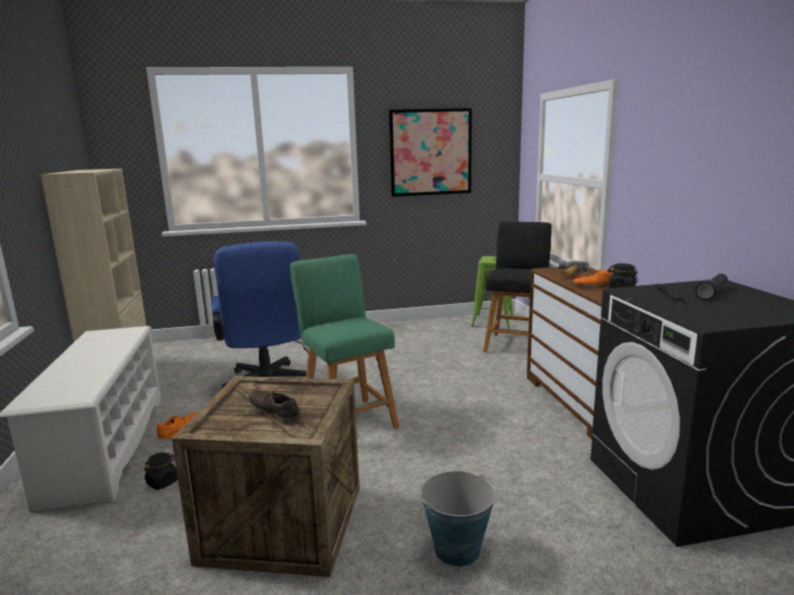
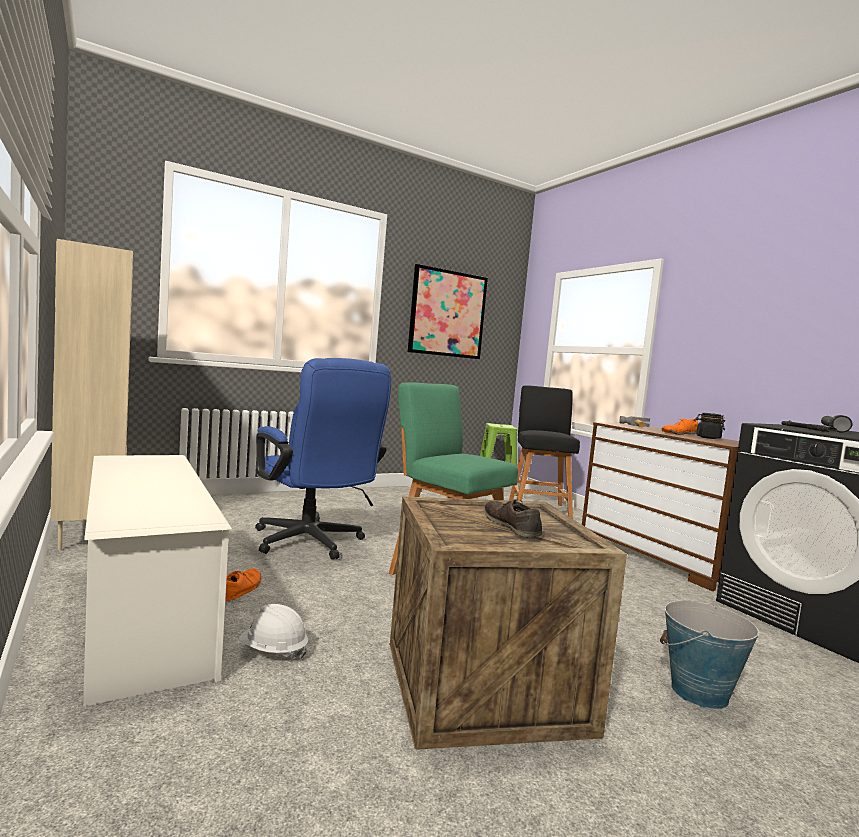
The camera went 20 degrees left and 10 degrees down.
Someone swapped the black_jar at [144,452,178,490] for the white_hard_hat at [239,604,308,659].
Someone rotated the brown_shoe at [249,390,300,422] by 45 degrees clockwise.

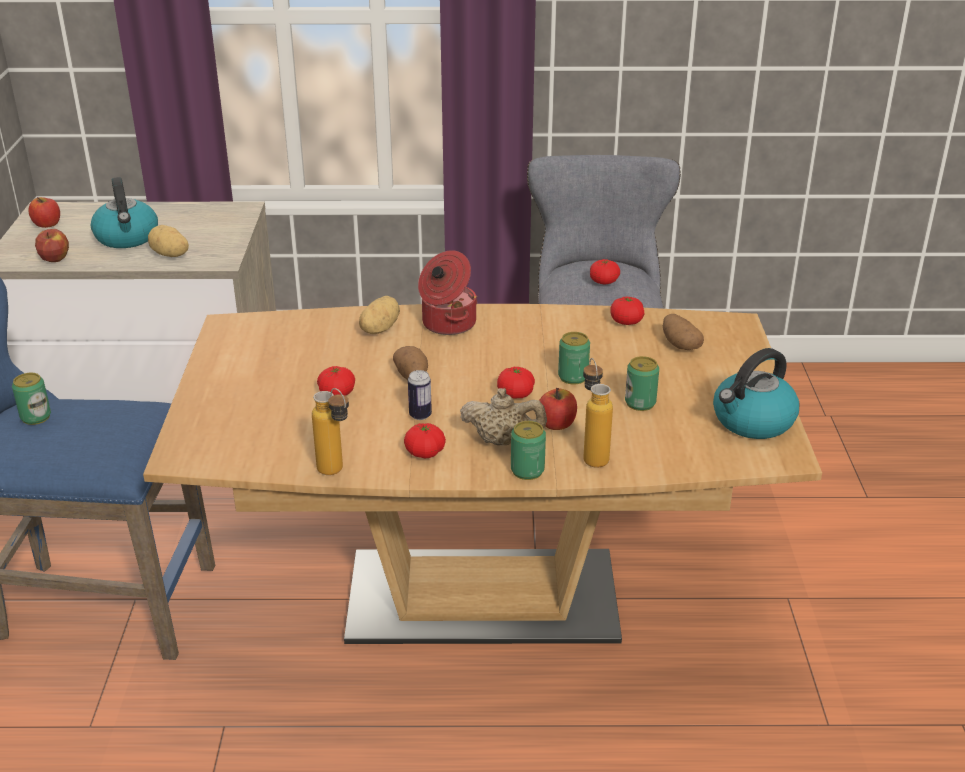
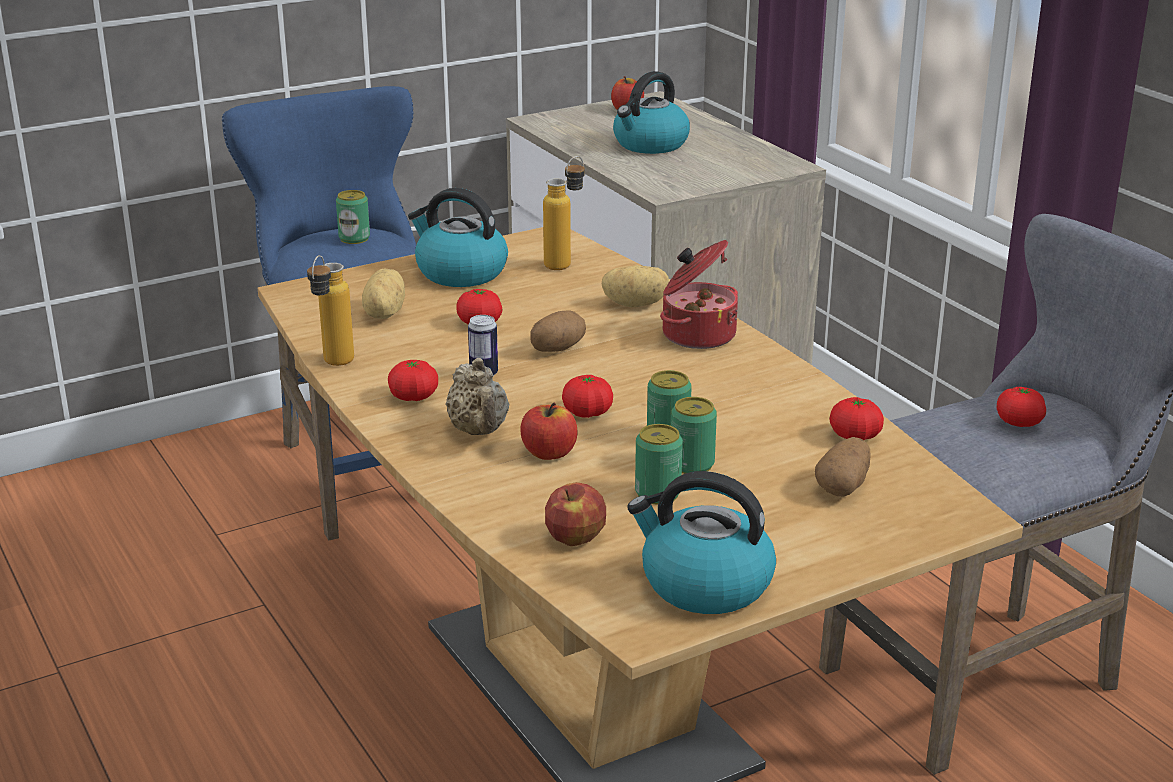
The camera went 60 degrees right and 5 degrees down.
Someone put down the kettle at [408,188,508,287].
Someone carried the apple from [35,229,69,262] to [545,482,606,546].
Someone carried the potato from [148,225,189,257] to [362,268,405,319].
Someone carried the can from [511,421,546,480] to [671,397,717,474].
Someone carried the bottle from [583,358,613,468] to [543,156,585,270].

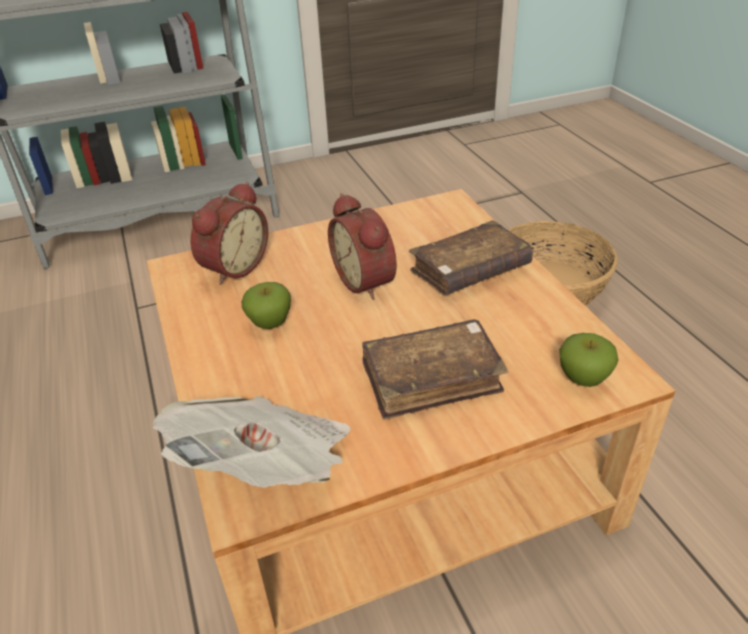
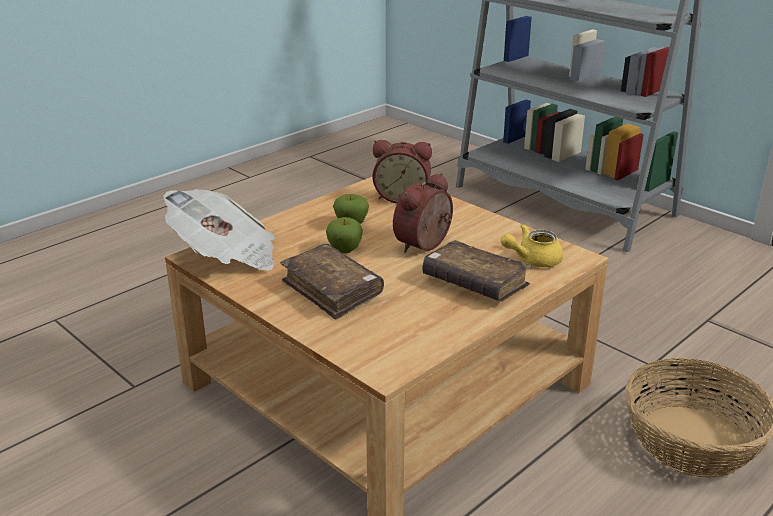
The camera went 65 degrees right and 10 degrees down.
Someone put down the yellow_teapot at [501,224,563,267].
Someone carried the apple from [559,333,619,387] to [326,217,363,253].

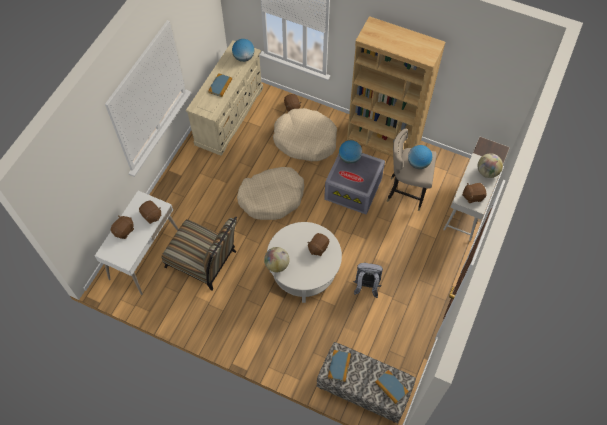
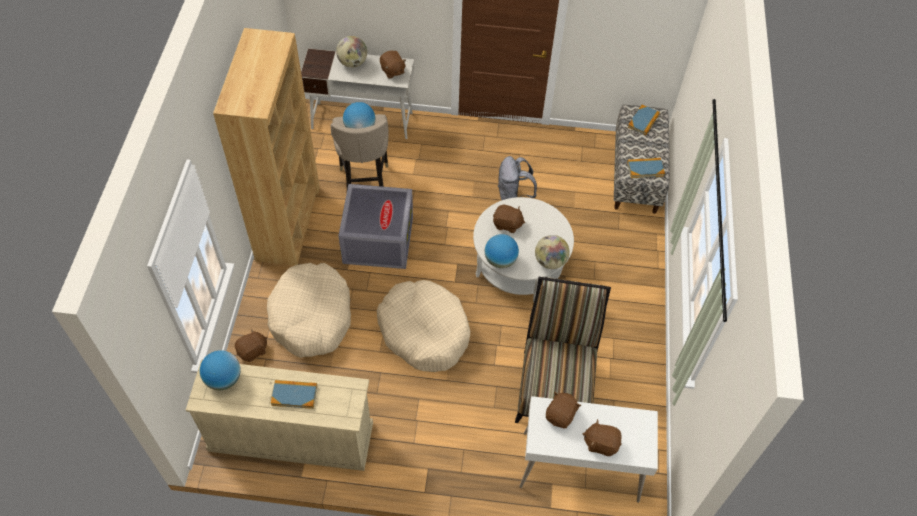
The camera went 110 degrees left and 5 degrees down.
Someone carried the globe from [339,140,362,164] to [485,234,519,268].

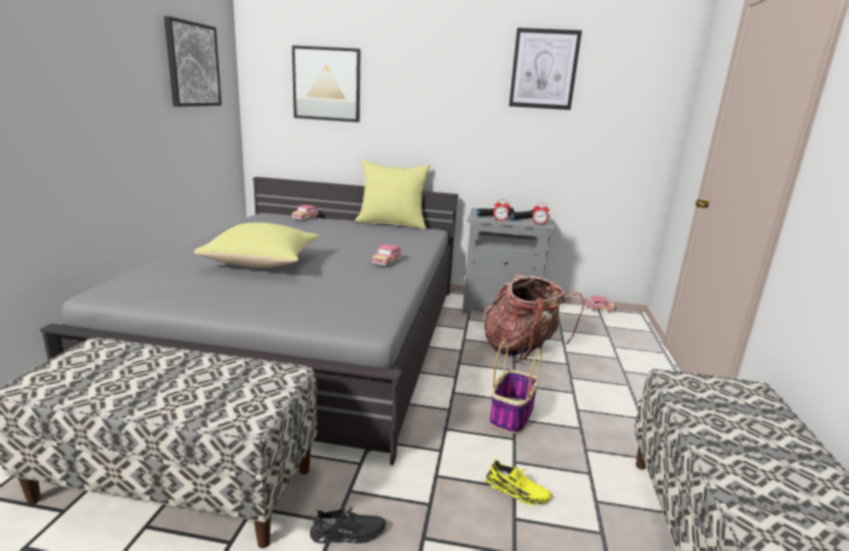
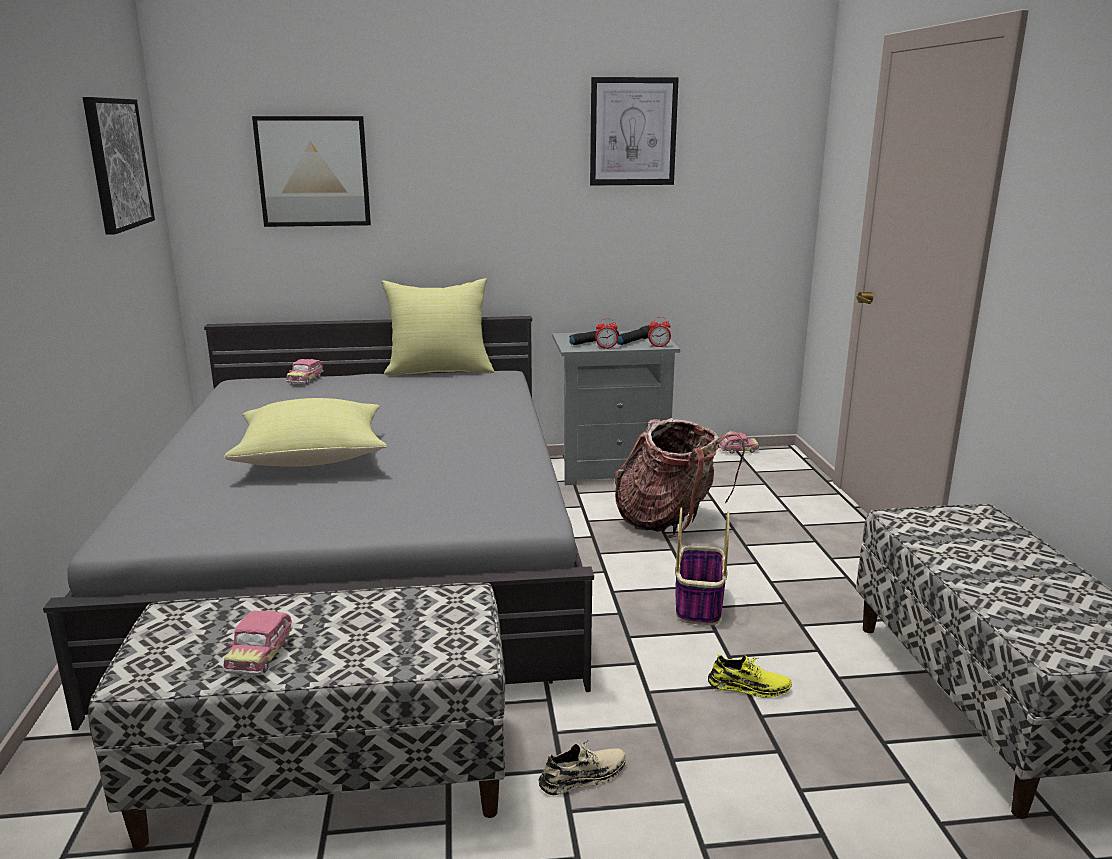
The camera went 15 degrees left and 0 degrees up.
Someone carried the toy_car from [372,244,401,267] to [224,610,292,675].
Someone repainted the black_shoe at [310,506,386,544], which became the beige_shoe at [539,742,626,795].

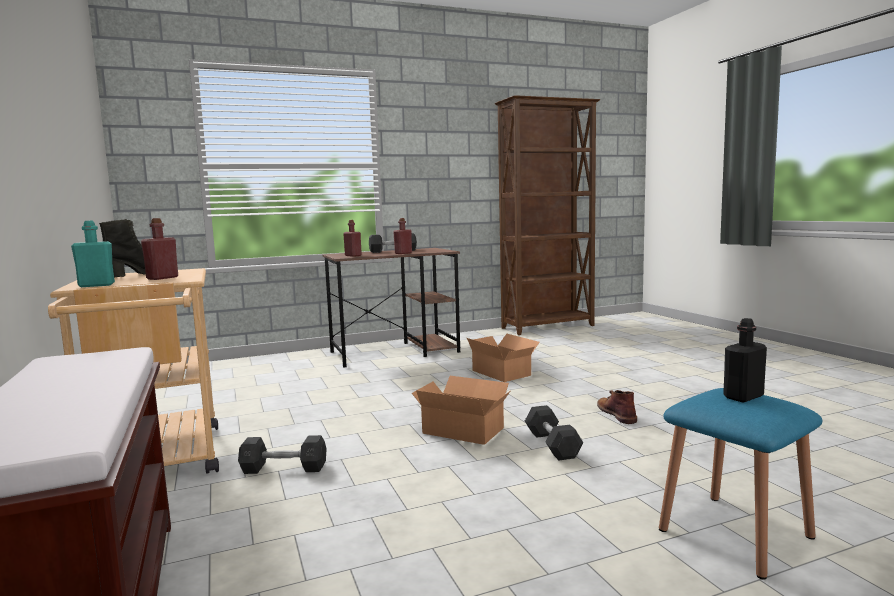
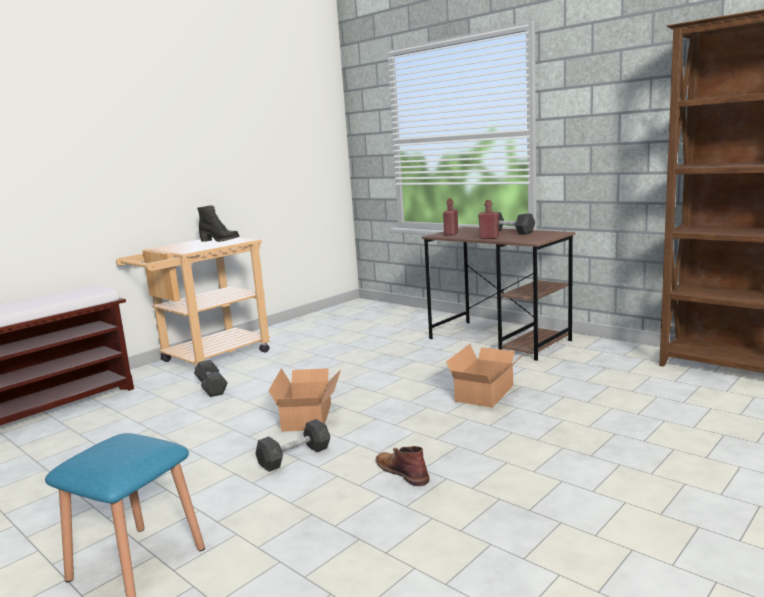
The camera went 65 degrees right and 5 degrees up.
Someone took away the turquoise_bottle at [71,220,115,287].
Someone took away the red_bottle at [141,218,178,280].
Someone took away the black_bottle at [723,318,767,402].
Someone rotated the brown_boot at [597,390,637,424] by 90 degrees counterclockwise.

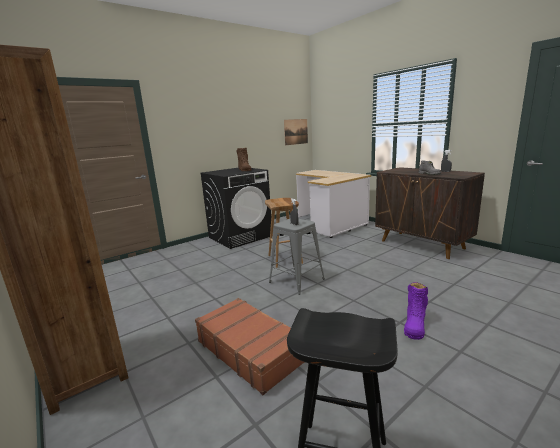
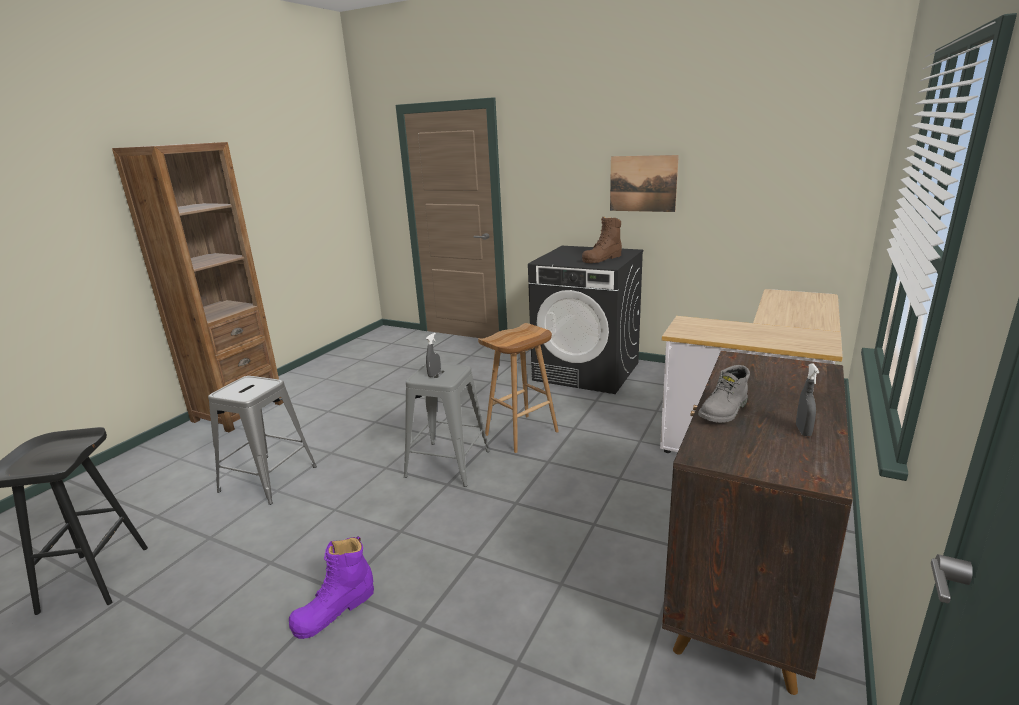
The camera went 65 degrees right and 5 degrees up.
Someone carried the picture from [284,119,308,145] to [610,155,679,212].
Someone swapped the brown_suitcase at [195,298,305,395] for the grey_stool at [208,376,317,505].
Someone rotated the purple_boot at [404,282,428,340] by 45 degrees counterclockwise.

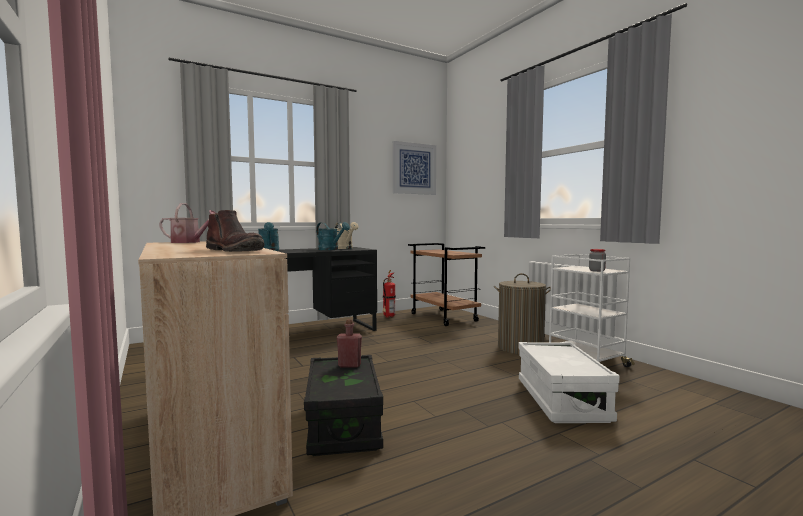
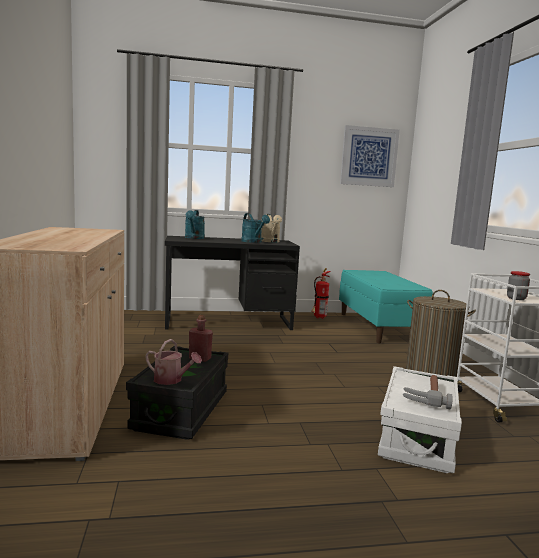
The camera went 20 degrees right and 5 degrees up.
Someone took away the brown_boot at [206,210,264,252].
Someone put down the hammer at [403,375,453,410].
Someone carried the watering_can from [159,203,216,243] to [145,339,202,385].
Someone swapped the brown_cart at [408,243,485,326] for the turquoise_bench at [339,270,433,343].

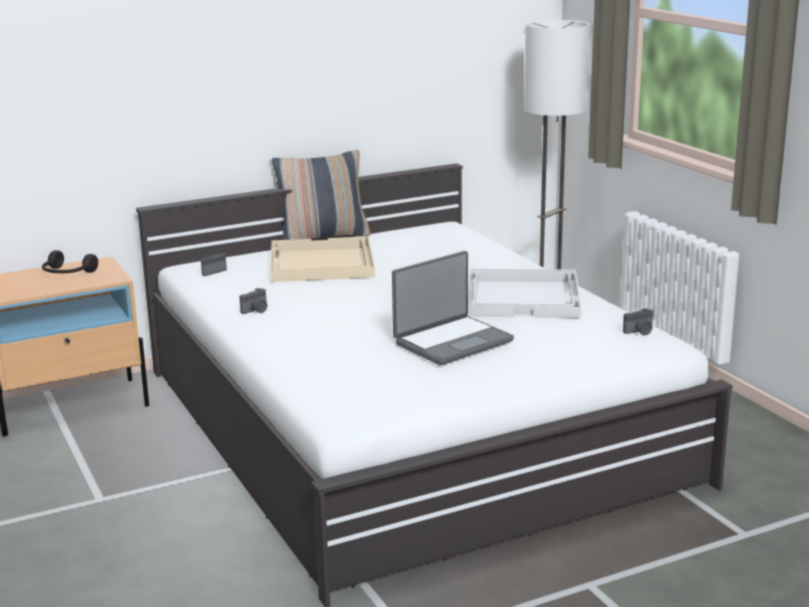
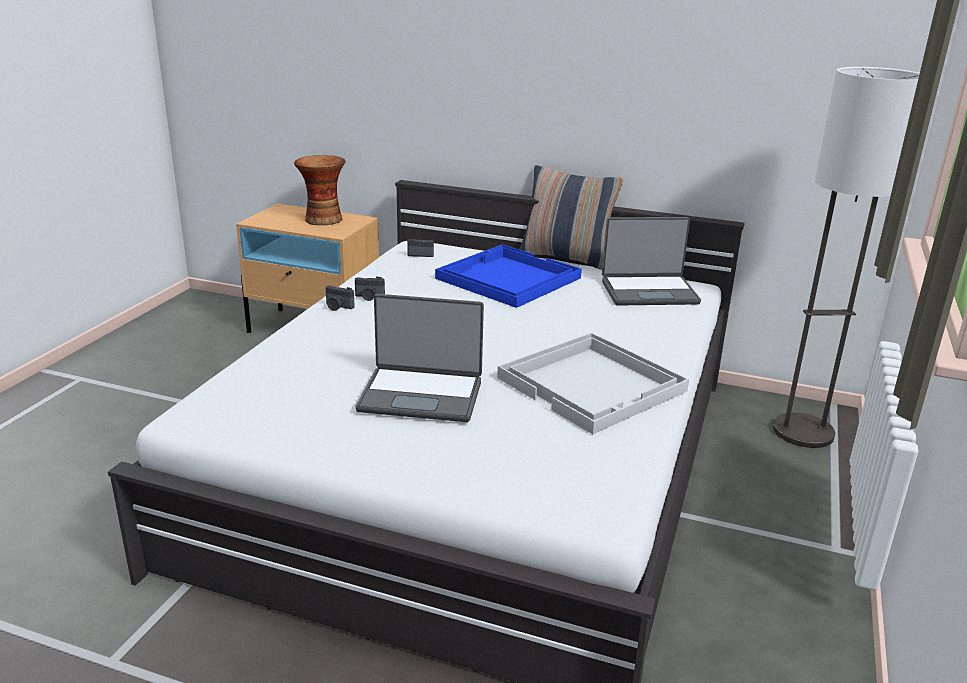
The camera went 45 degrees right and 5 degrees up.
Someone put down the laptop at [602,217,701,306].
Someone carried the photo_camera from [623,308,653,335] to [326,285,355,311].
Someone swapped the black_headphones at [42,250,98,273] for the vase at [294,155,346,226].
Someone repainted the beige_tray at [270,236,375,282], which became the blue_tray at [435,244,582,308].

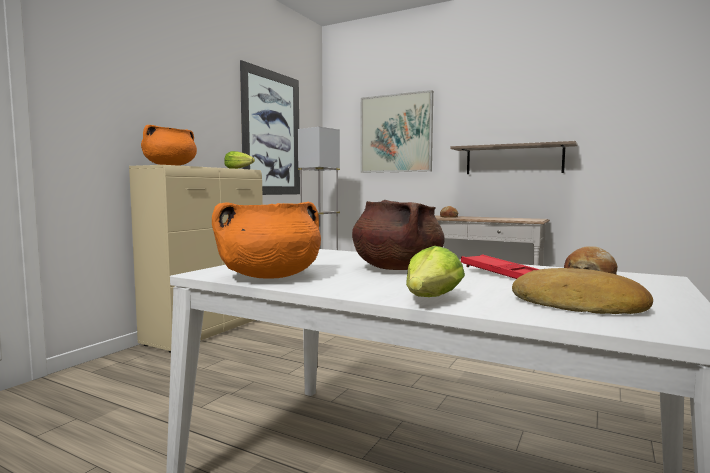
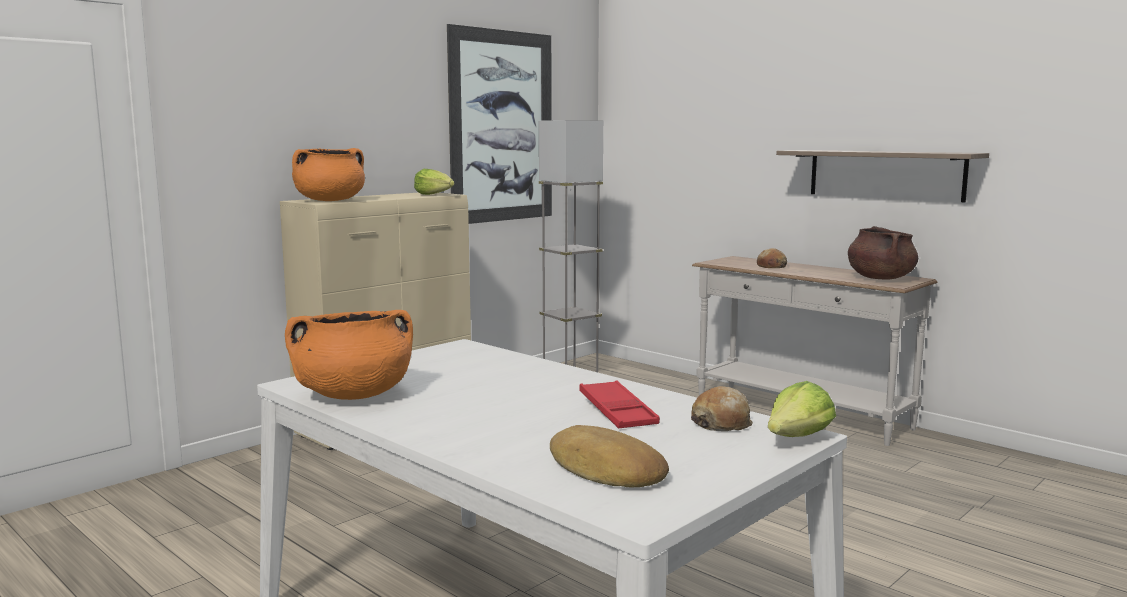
The camera went 15 degrees right and 5 degrees up.
Someone took away the picture at [360,90,433,173].
Someone carried the brown_cooking_pot from [352,200,445,270] to [848,226,918,280].
Someone carried the lettuce from [406,246,465,297] to [768,381,836,437].

